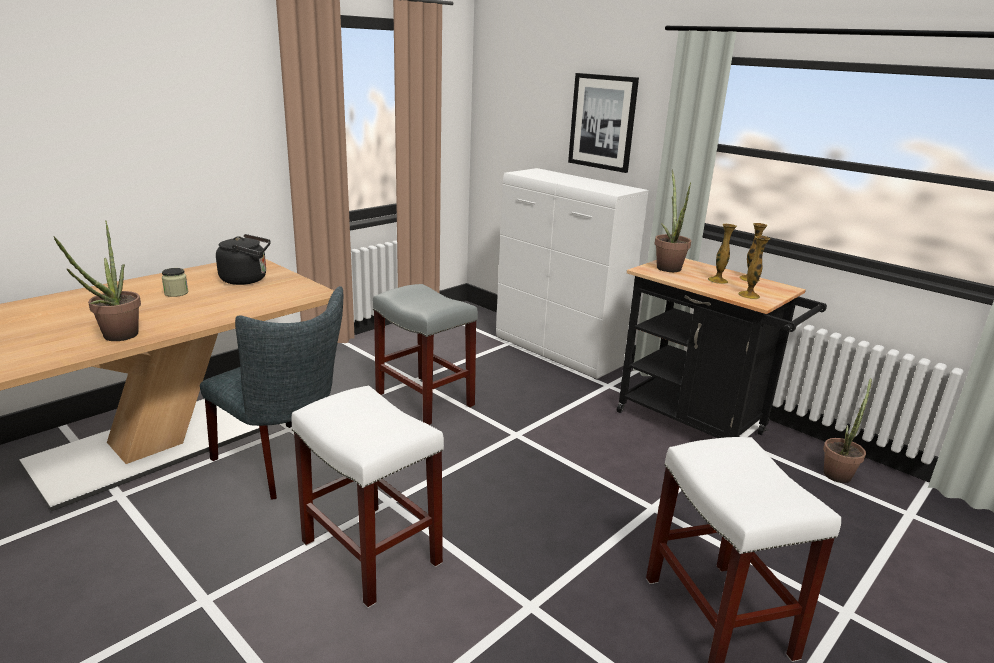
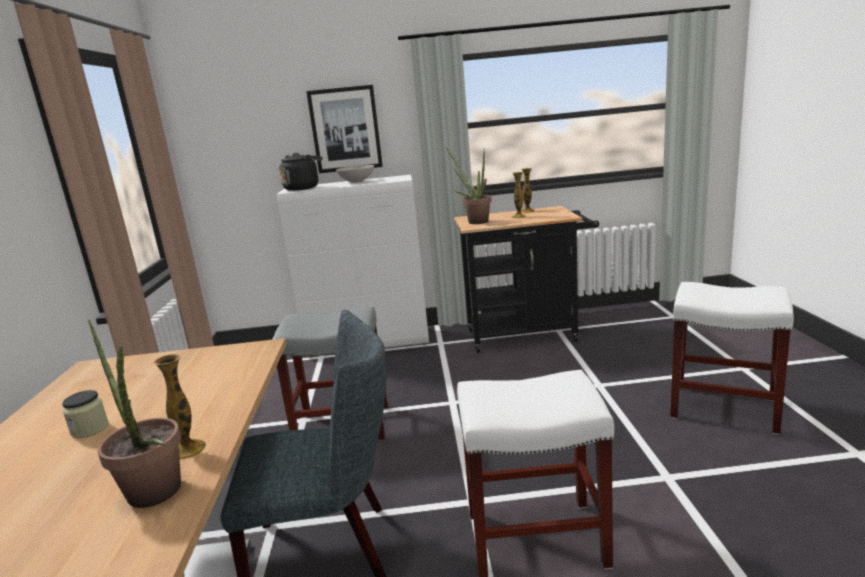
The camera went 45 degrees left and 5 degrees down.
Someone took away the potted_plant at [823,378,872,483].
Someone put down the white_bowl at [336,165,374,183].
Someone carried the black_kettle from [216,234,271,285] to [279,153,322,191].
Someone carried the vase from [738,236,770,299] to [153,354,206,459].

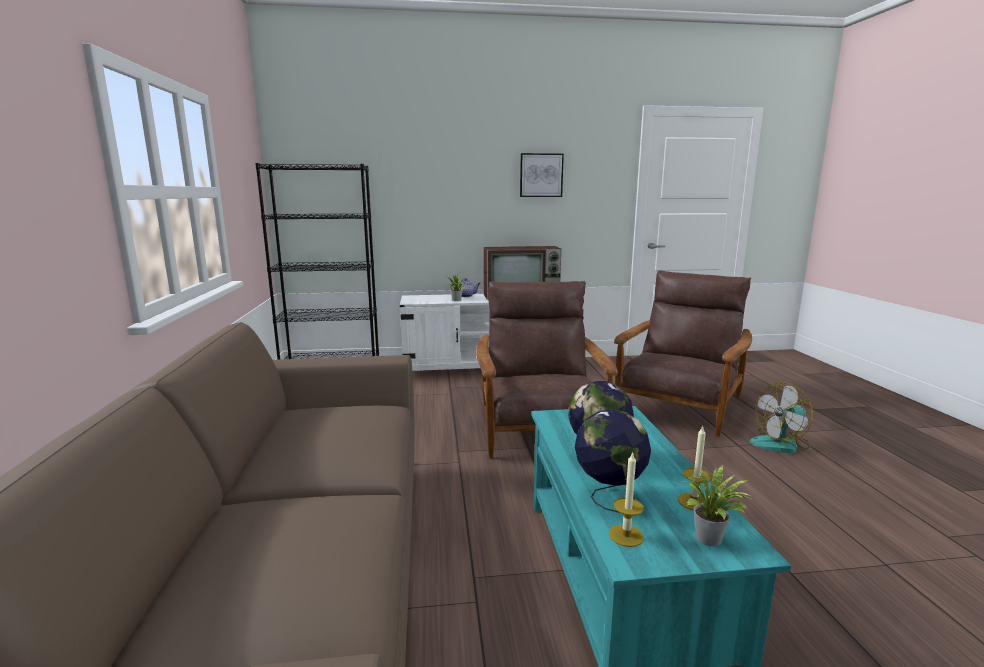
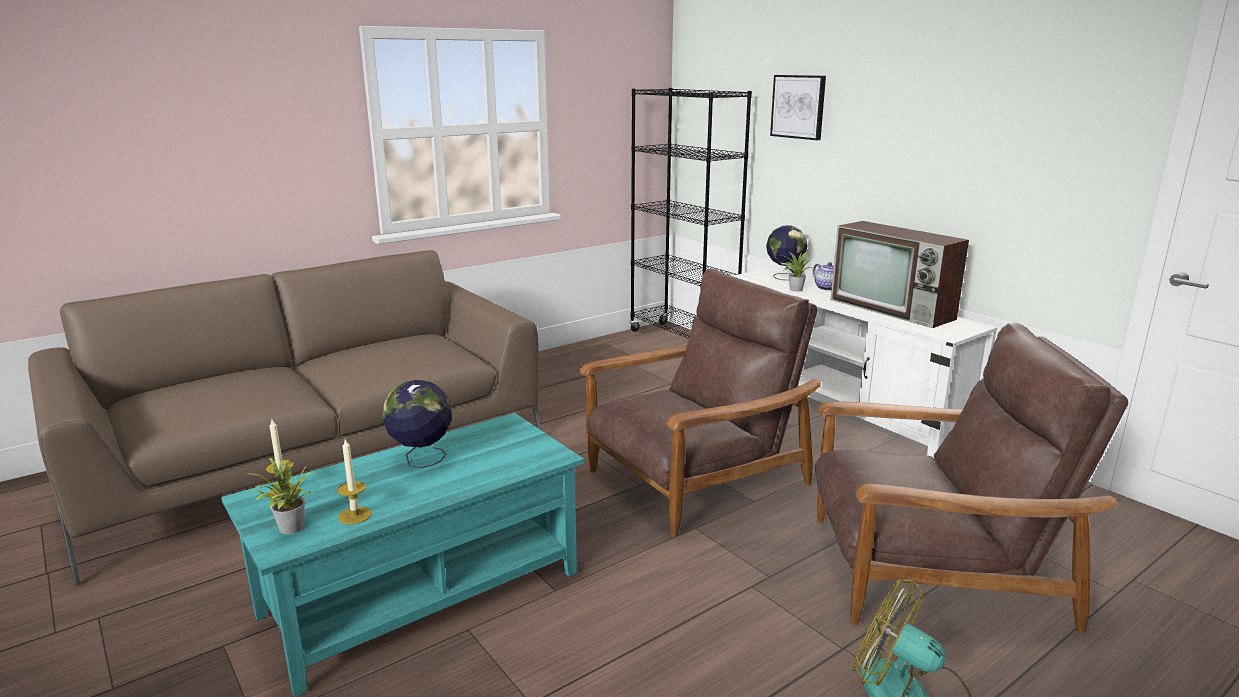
The camera went 60 degrees right and 5 degrees up.
Someone carried the picture from [520,153,564,197] to [770,75,826,140].
Someone carried the globe from [575,409,651,513] to [766,225,808,280].

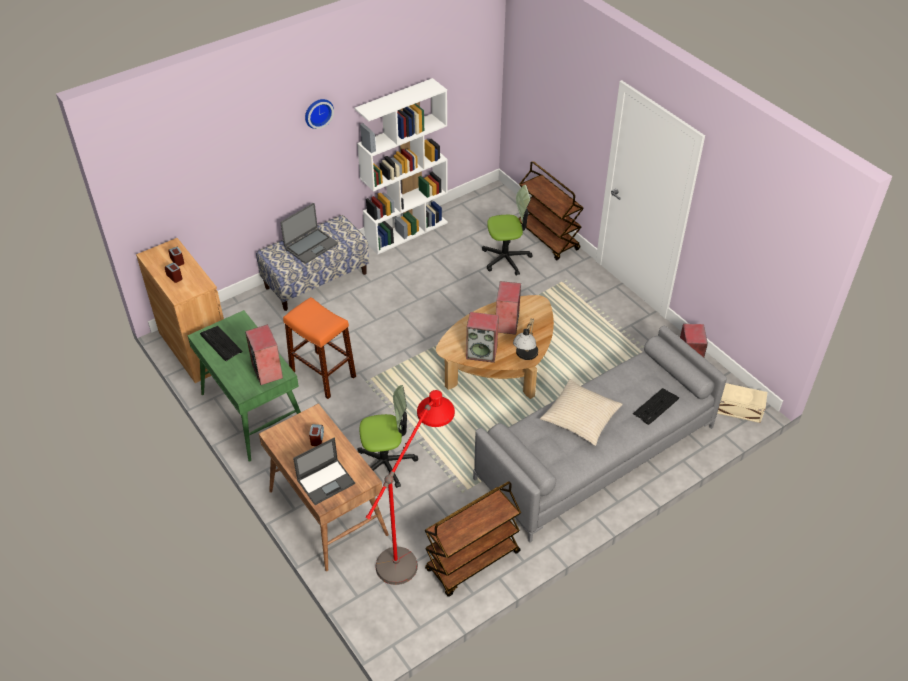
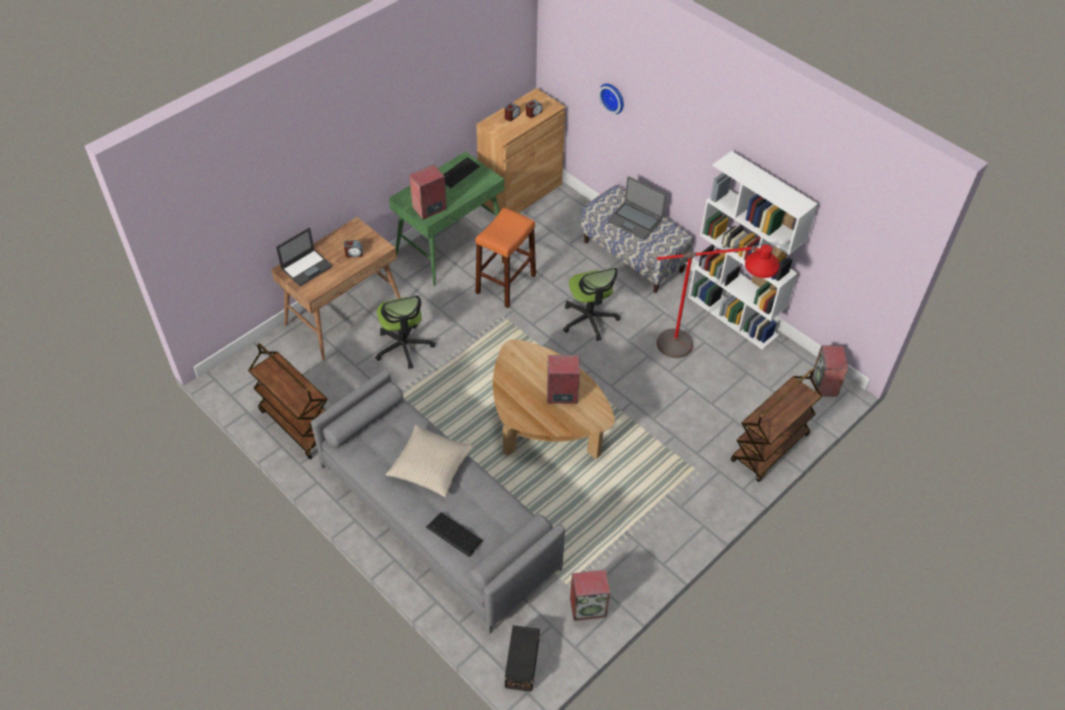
The camera went 80 degrees right and 5 degrees up.
Someone took away the table_lamp at [513,318,538,360].
Someone carried the wall_clock from [305,99,334,129] to [598,83,624,114].
Someone carried the red_floor_lamp from [365,390,455,585] to [657,244,780,358].
Someone carried the speaker from [466,312,499,363] to [812,345,848,397].
Someone carried the office_chair from [482,185,533,276] to [563,268,620,341].
Someone repainted the beige_storage_box at [717,383,767,423], which became the black_storage_box at [505,625,540,692].
Someone rotated the laptop at [293,437,355,505] by 90 degrees counterclockwise.

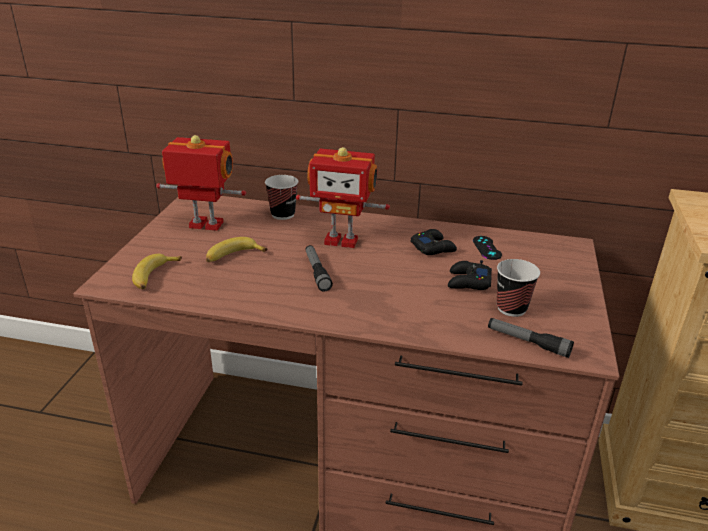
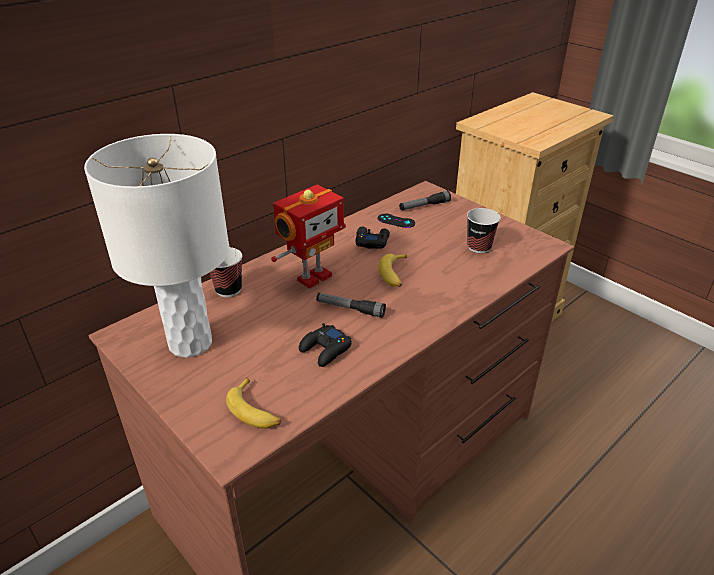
The camera went 55 degrees left and 5 degrees up.
Someone carried the banana from [206,237,268,262] to [378,254,407,287].
Someone carried the black_game_controller from [448,260,492,290] to [299,323,351,367].
Someone carried the flashlight from [488,318,574,358] to [399,191,451,210].
Someone swapped the toy_robot at [156,135,246,231] for the white_table_lamp at [84,134,229,358].

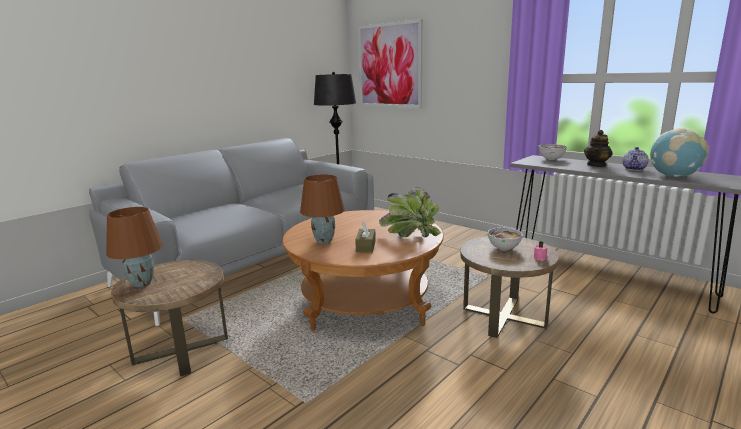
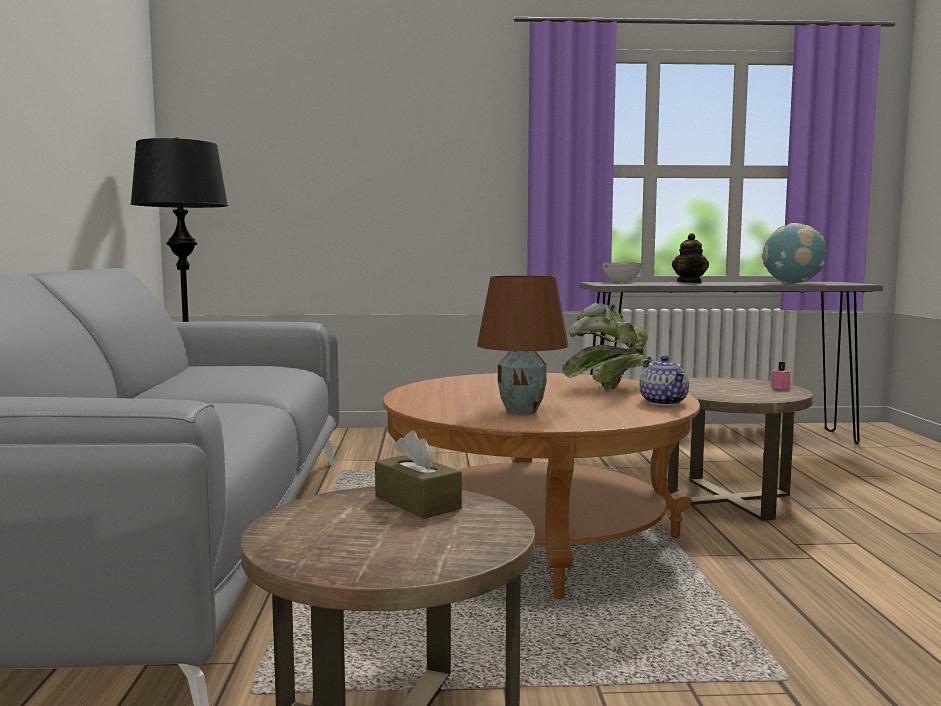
The camera went 45 degrees left and 10 degrees down.
Someone took away the brown_table_lamp at [106,207,163,287].
Someone took away the picture at [358,19,422,108].
Someone took away the bowl at [488,228,523,251].
Someone carried the brown_tissue_box from [355,221,376,253] to [375,430,462,519].
Someone carried the teapot from [623,147,649,171] to [639,355,689,406].

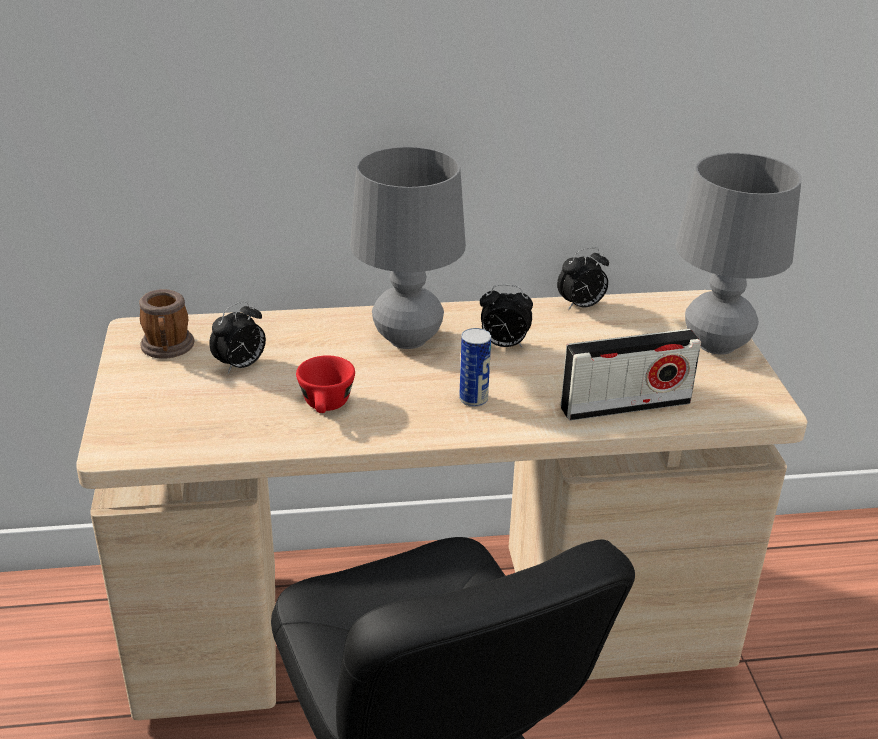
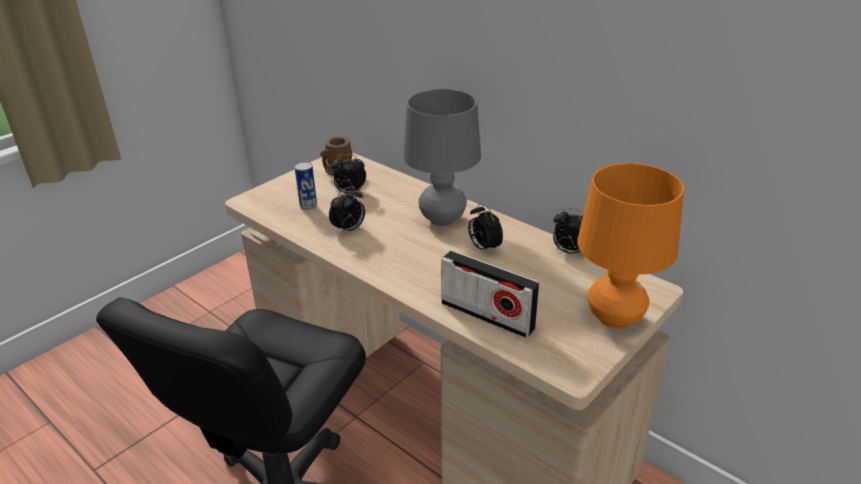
The camera went 50 degrees right and 0 degrees up.
Someone carried the can from [459,328,491,407] to [295,162,317,210].
Someone swapped the red_cup at [296,355,355,413] for the alarm_clock at [329,186,365,235].
Someone repainted the grey_table_lamp at [676,153,802,355], which became the orange_table_lamp at [577,163,684,329].

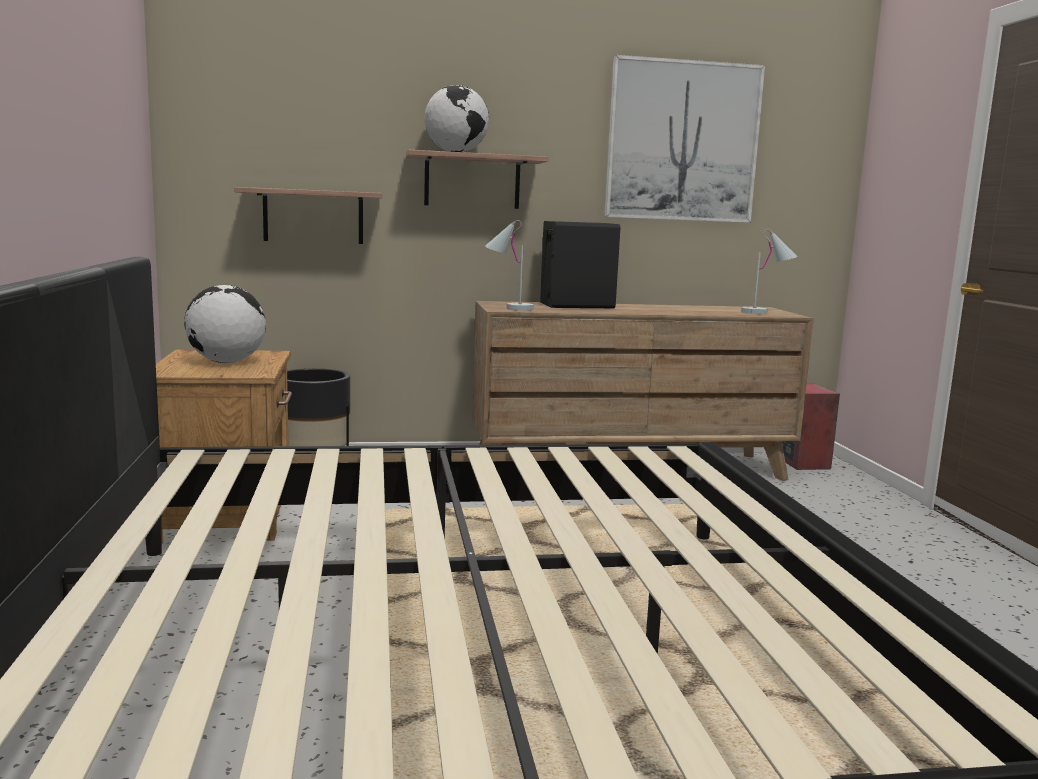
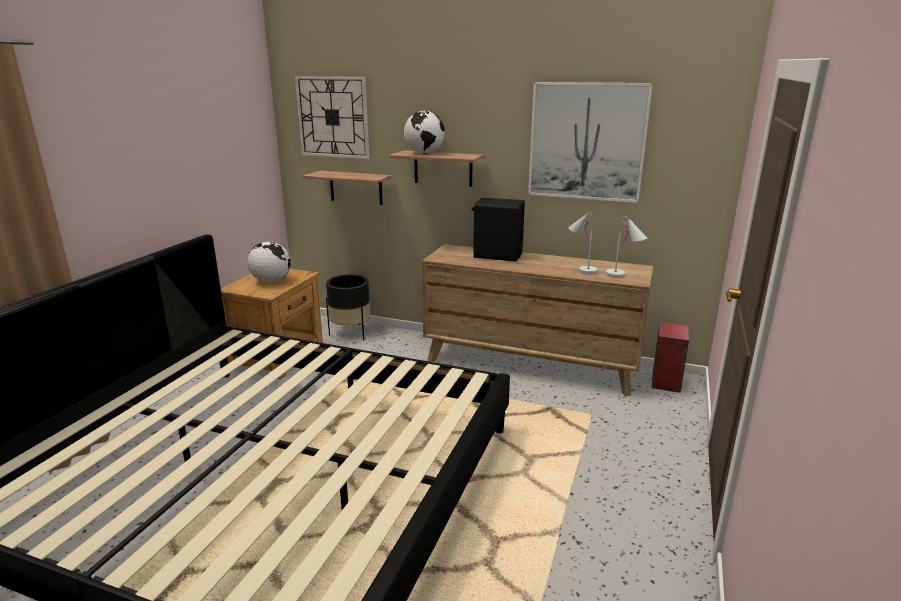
The camera went 30 degrees right and 10 degrees up.
Someone put up the wall_clock at [295,76,369,159].
Someone carried the white_table_lamp from [485,220,534,311] to [569,213,598,275].

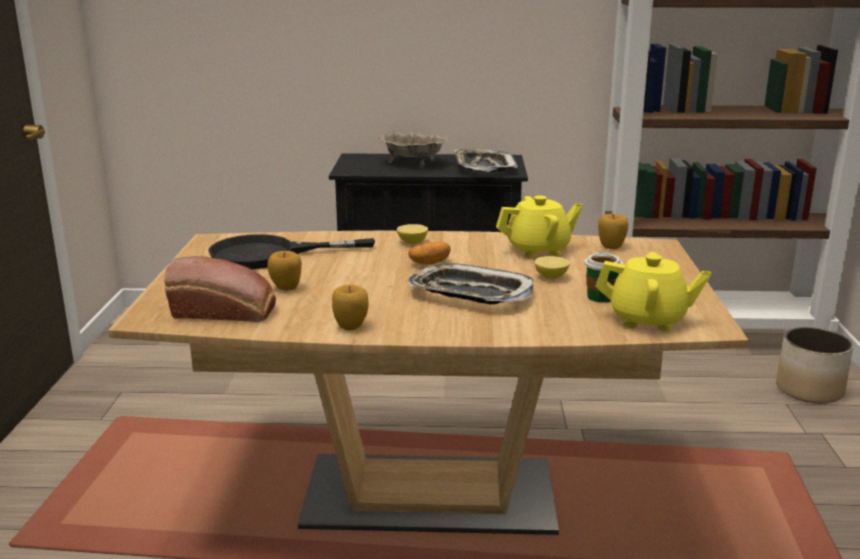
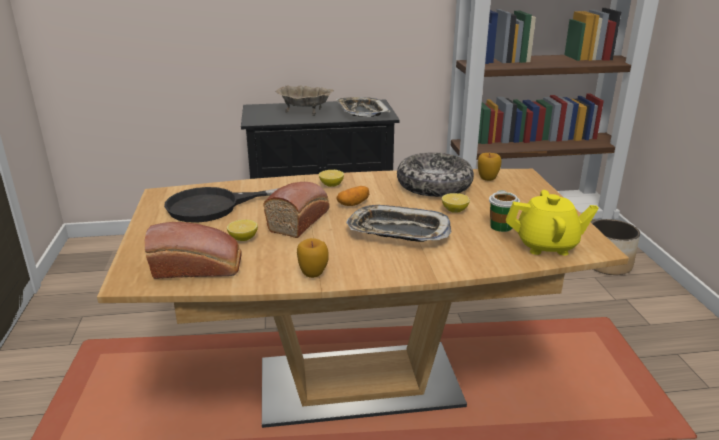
The camera went 10 degrees left and 5 degrees up.
Someone put down the bread at [263,182,330,238].
Someone swapped the apple at [268,251,302,291] for the lemon at [227,219,258,241].
Someone swapped the yellow_teapot at [496,196,583,258] for the bowl at [397,152,474,197].

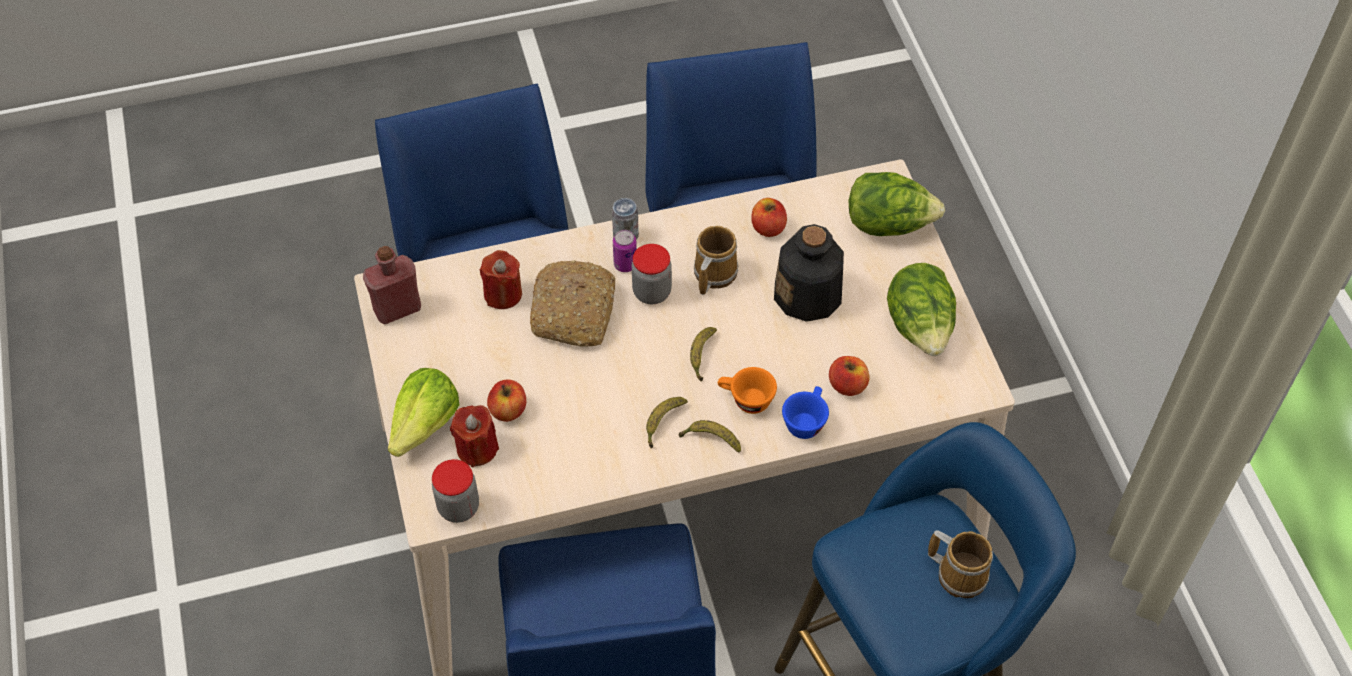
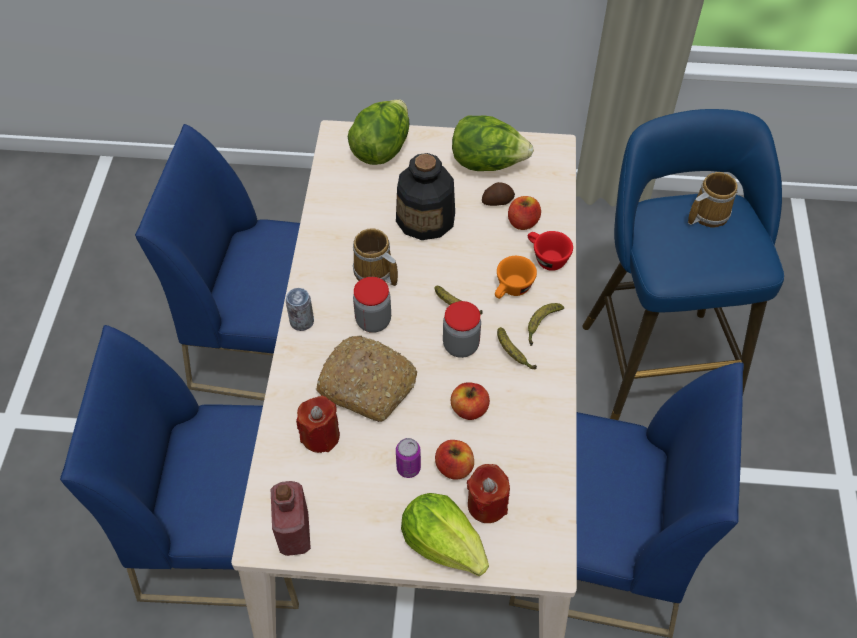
The camera went 70 degrees left and 0 degrees up.
Someone put down the potato at [482,182,515,206].
Someone carried the jar from [432,459,479,523] to [443,301,481,358].
Someone carried the can from [613,230,637,272] to [396,438,421,478].
Someone carried the apple from [751,198,787,237] to [451,382,490,420].
Someone repainted the blue_cup at [782,386,829,439], which became the red_cup at [528,231,573,271].

